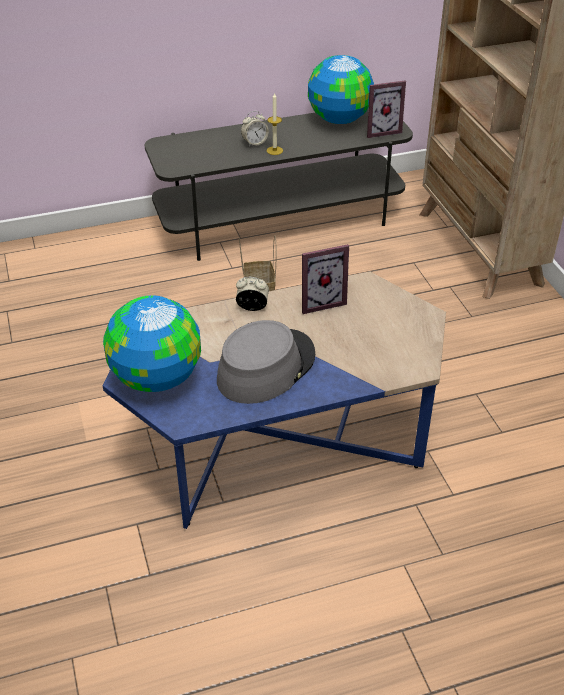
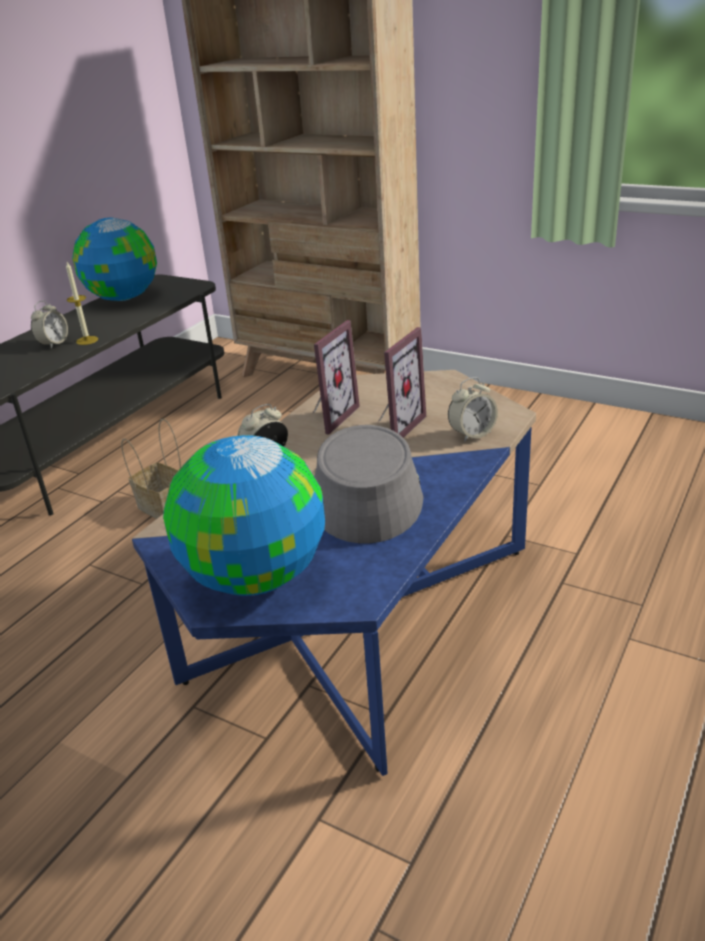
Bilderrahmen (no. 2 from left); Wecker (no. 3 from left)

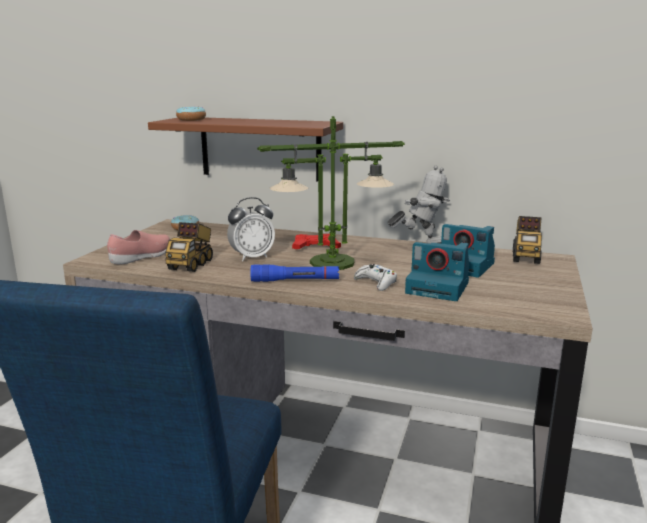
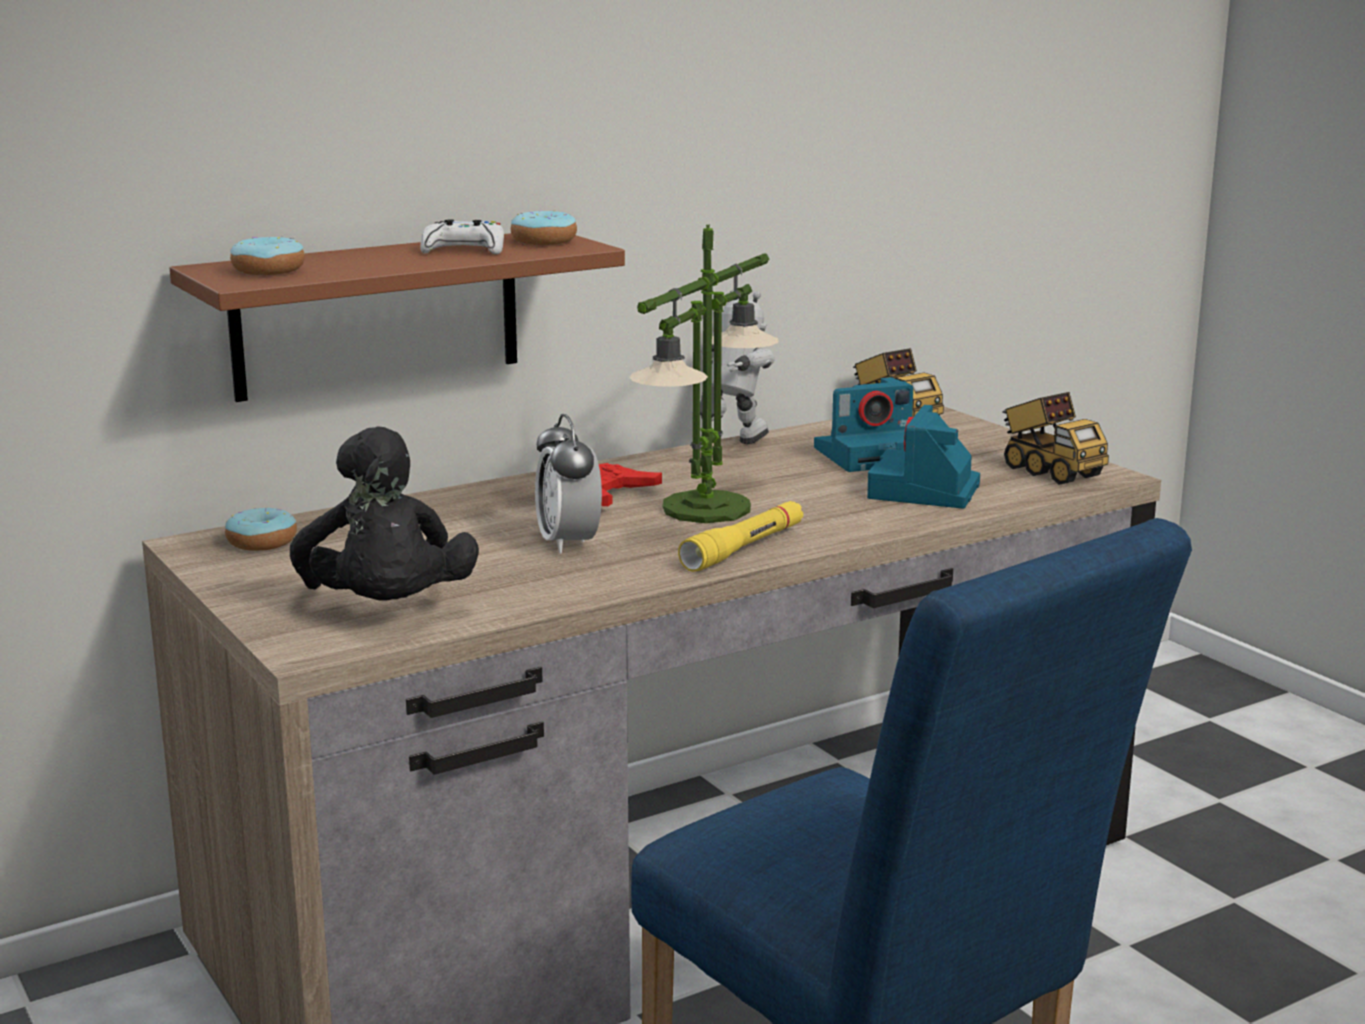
Plüschtier [schwarz]; Gamepad [weiß]; Donut (no. 3 from left); Wecker; Taschenlampe [gelb]; Kamera (no. 2 from left); Spielzeuglaster (no. 2 from left)

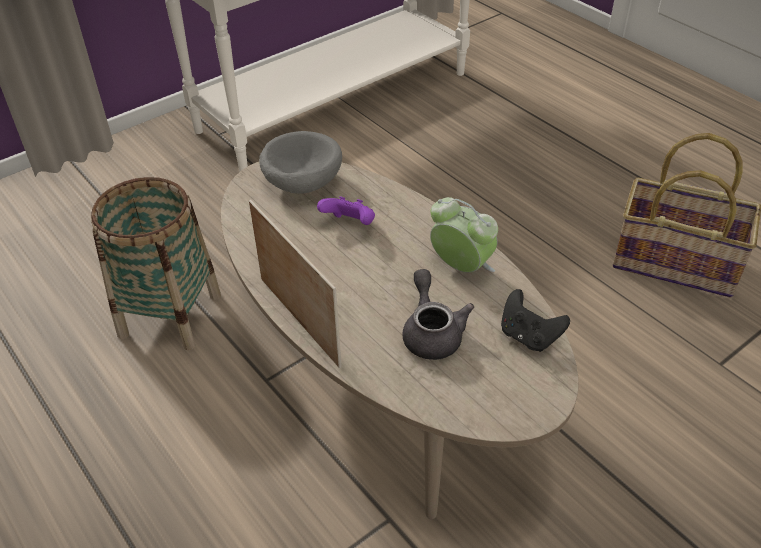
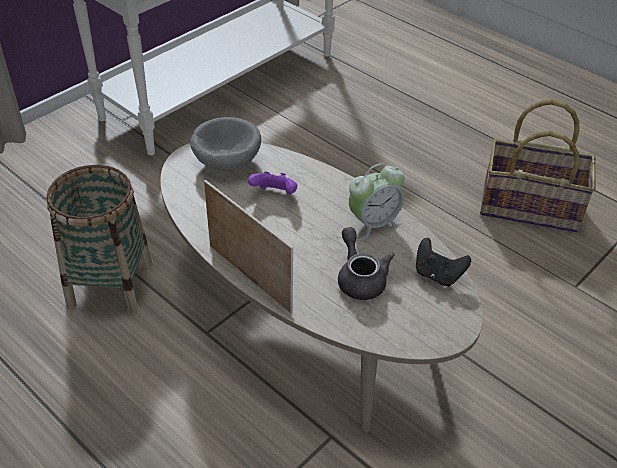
Wecker

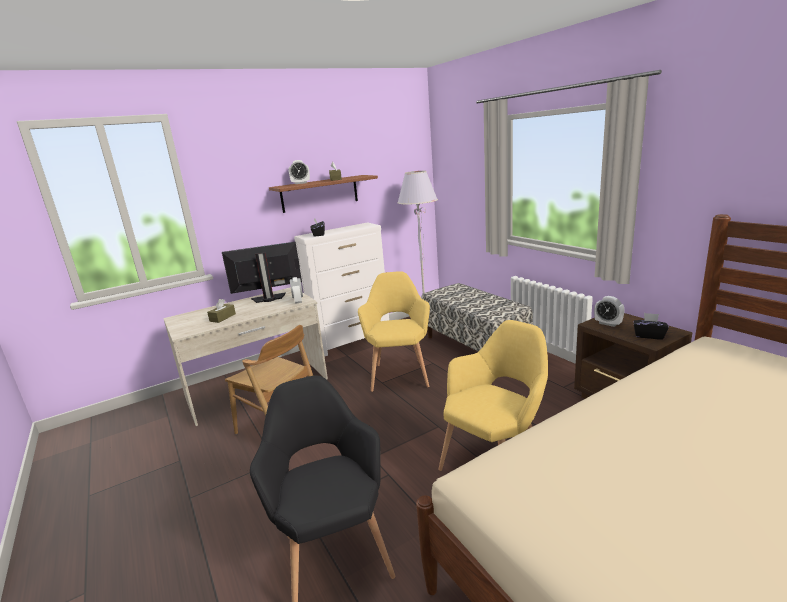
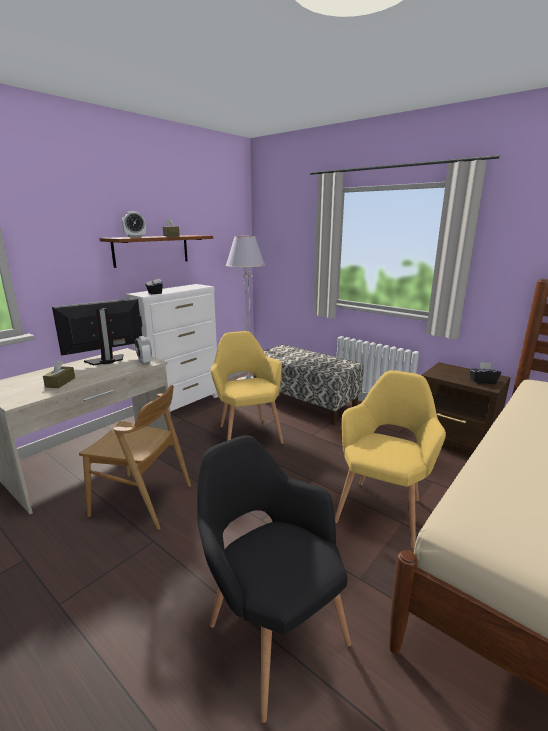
Wecker (no. 3 from left in the first image)

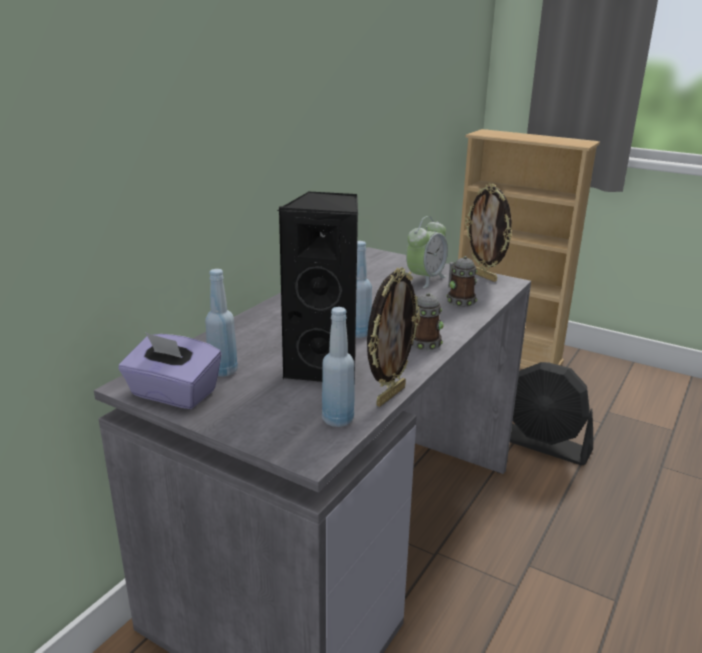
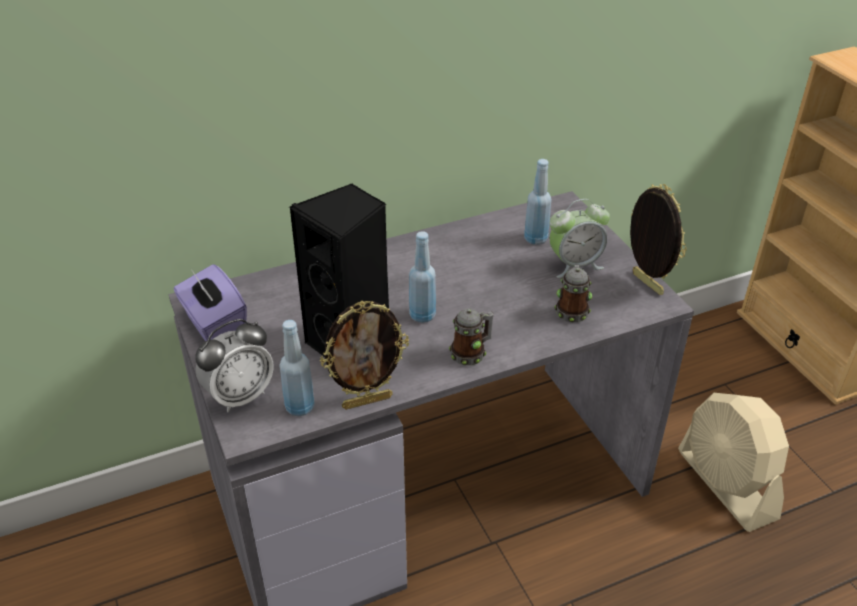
Wecker (no. 1 from left); Flasche [blau] (no. 3 from left); Bilderrahmen (no. 2 from left); Ventilator [beige]

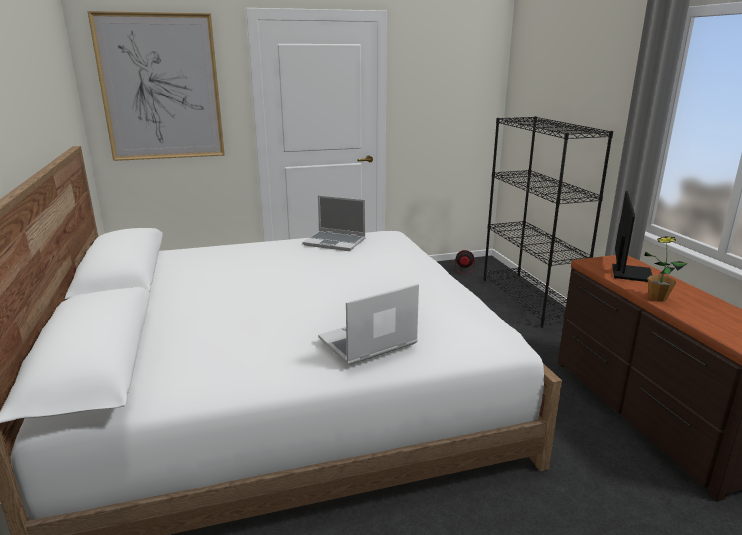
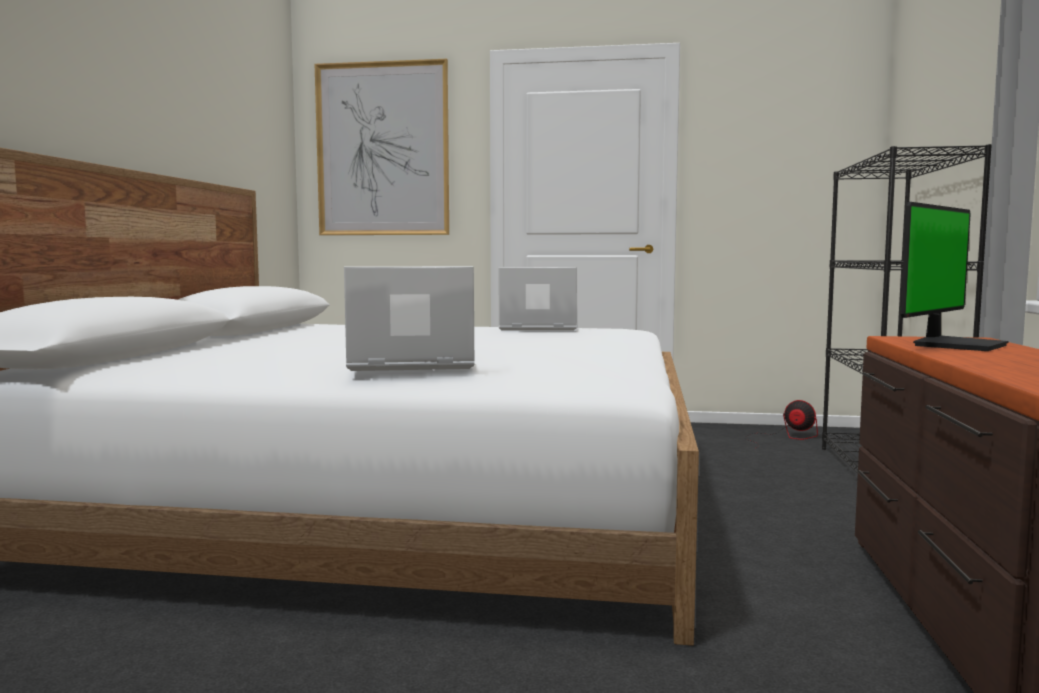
Laptop (no. 2 from left); Topfpflanze

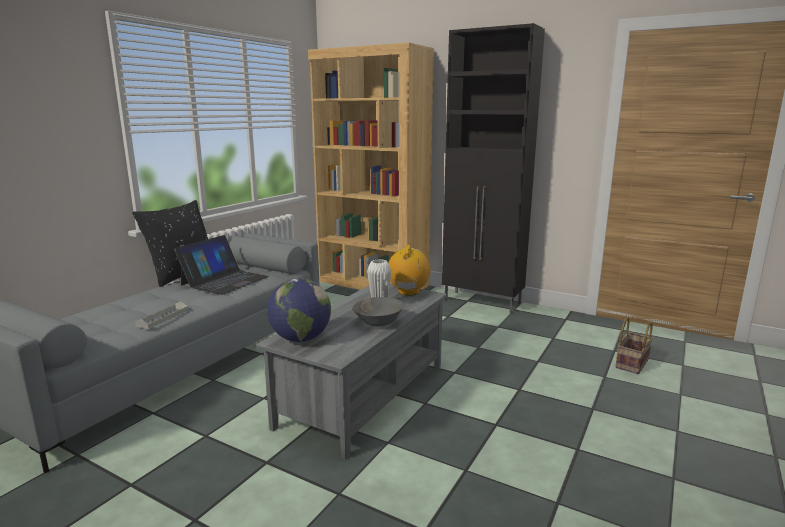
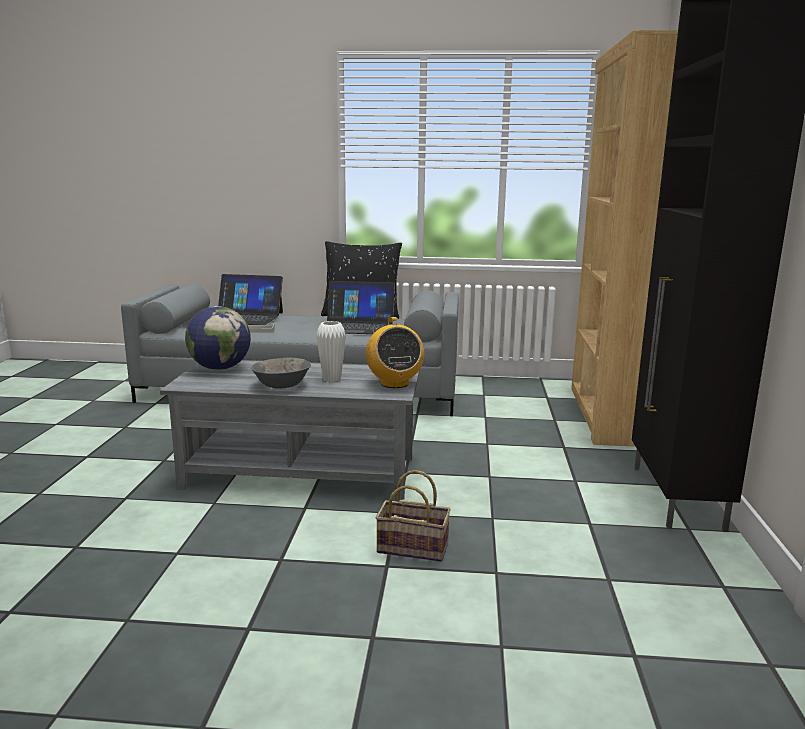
Laptop (no. 1 from left); Radio; Korb

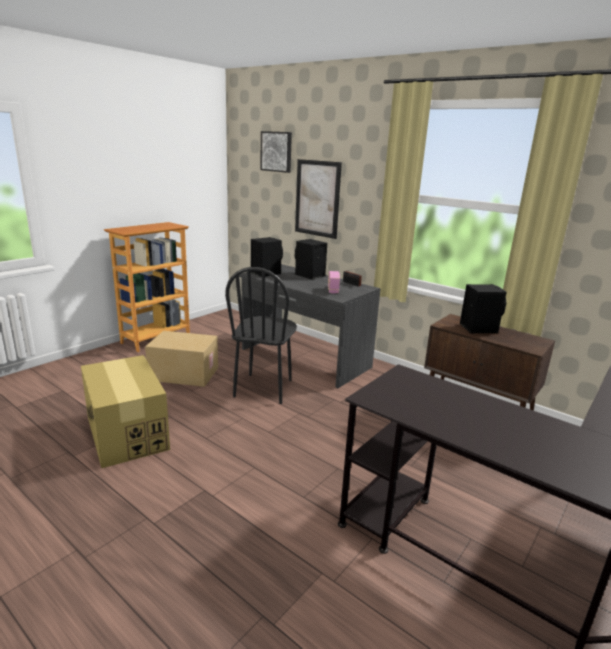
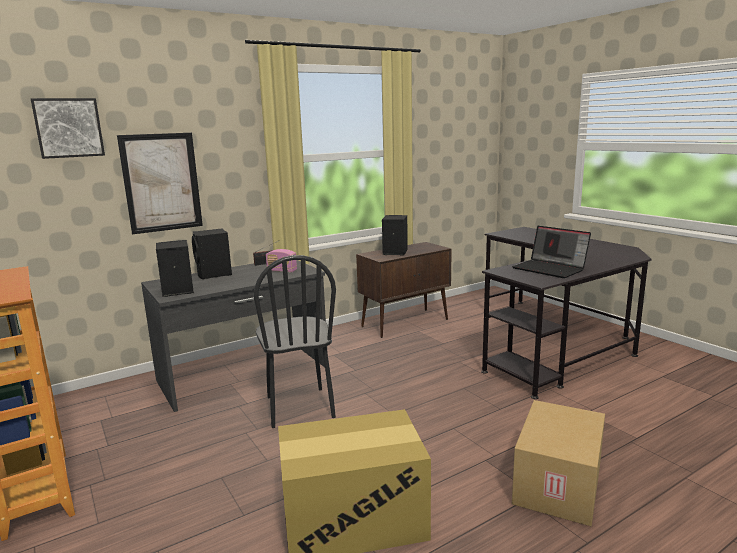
Stuhl [schwarz]; Laptop; Karton (no. 2 from left)

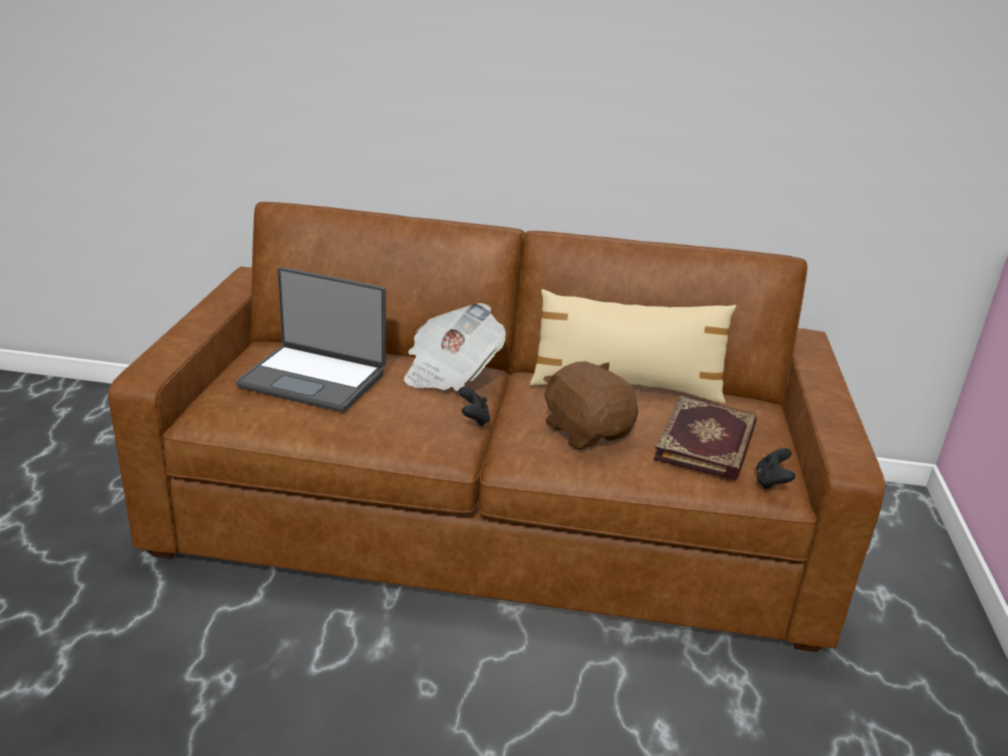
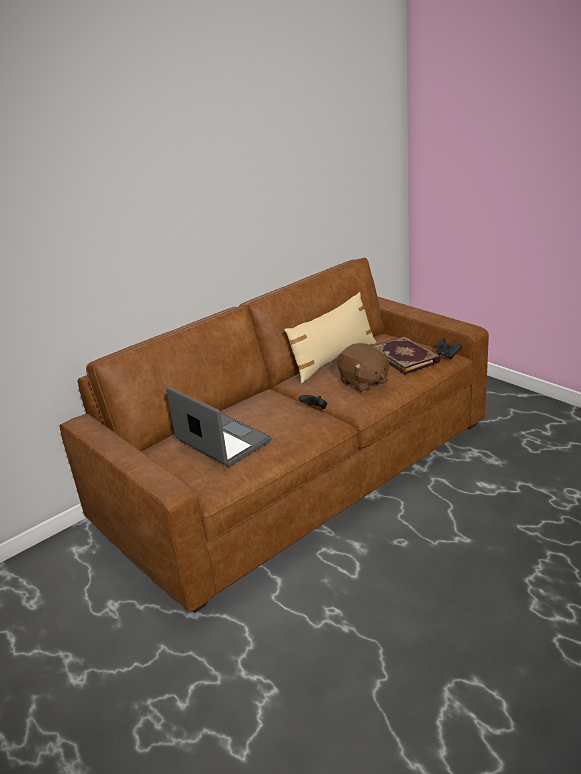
Laptop; Plüschtier [braun]; Zeitung

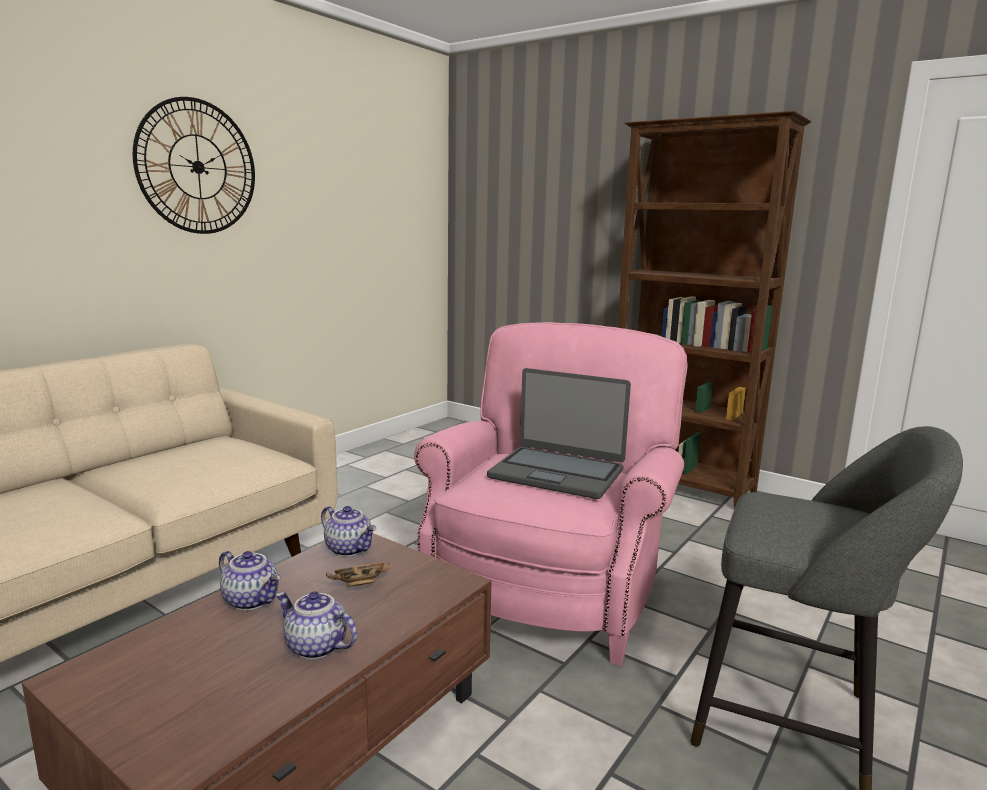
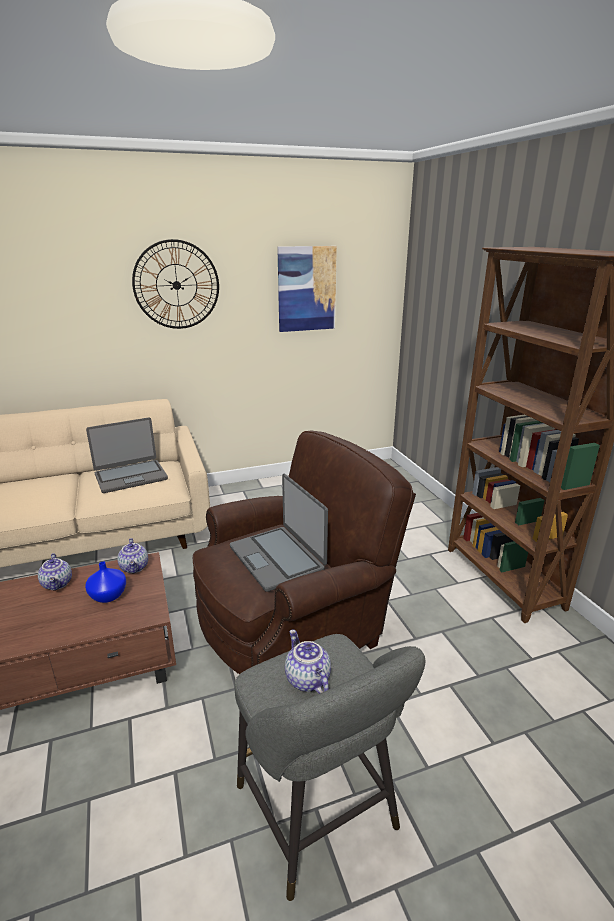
Vase [blau]; Laptop (no. 1 from left); Sessel [braun]; Bild; Teekanne (no. 3 from left)

